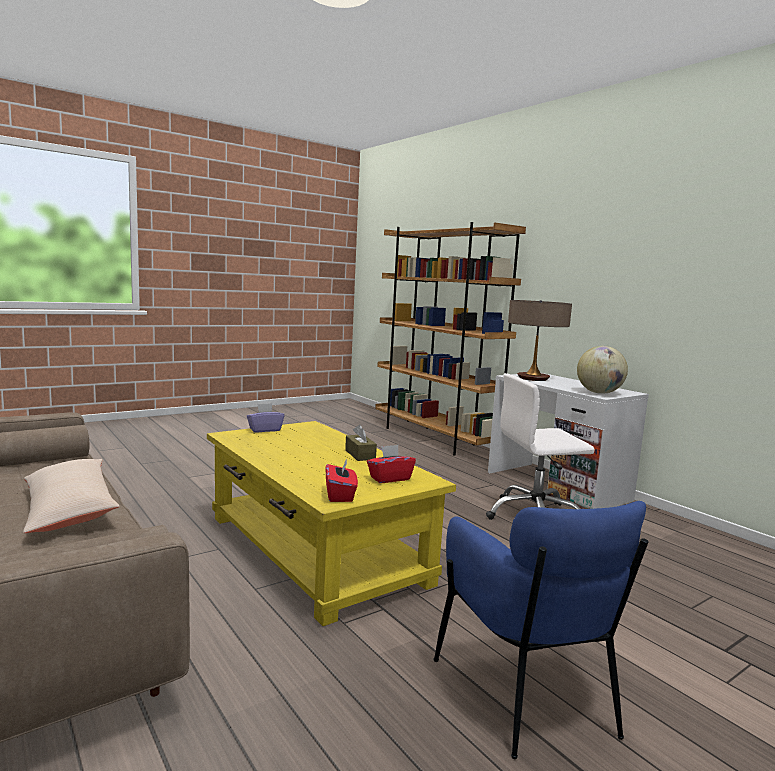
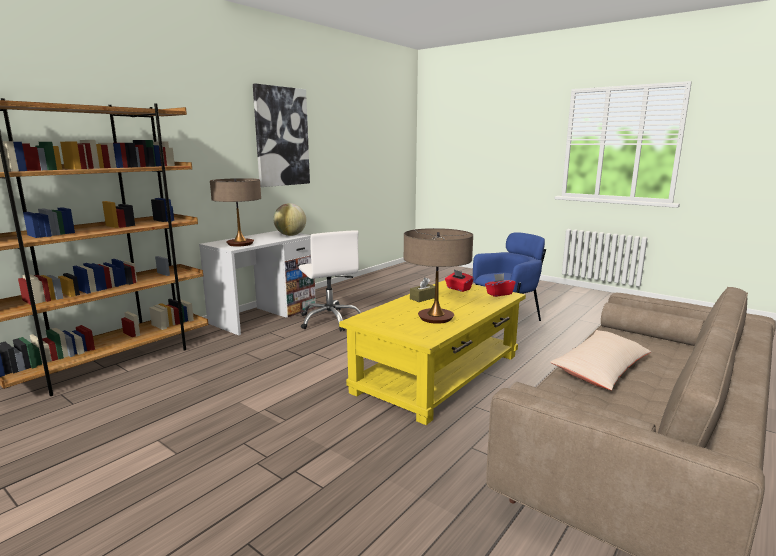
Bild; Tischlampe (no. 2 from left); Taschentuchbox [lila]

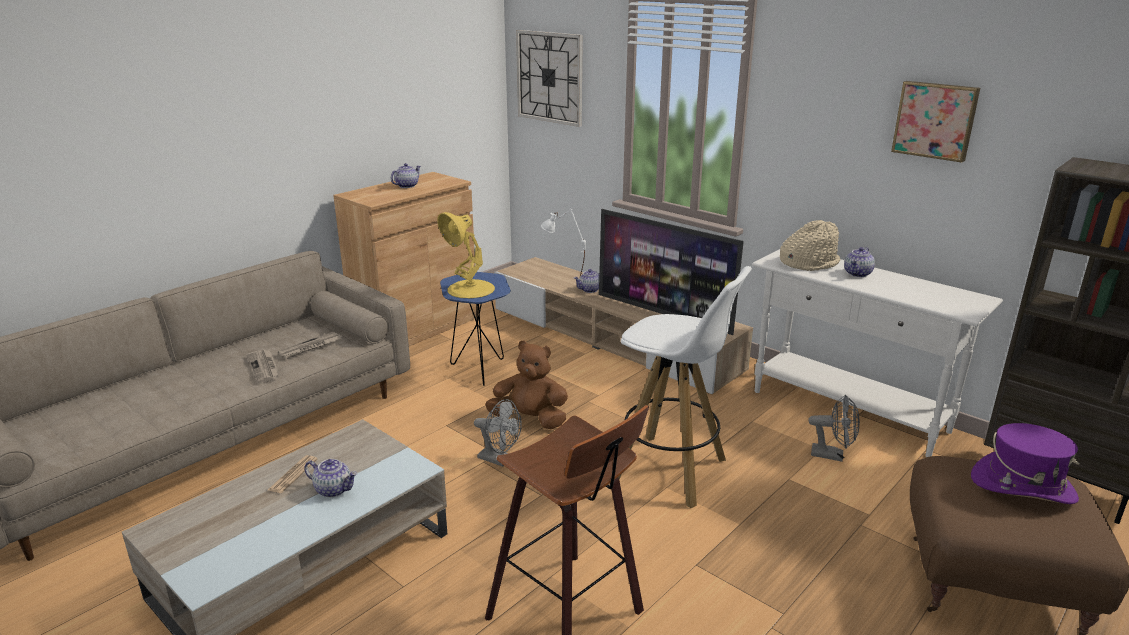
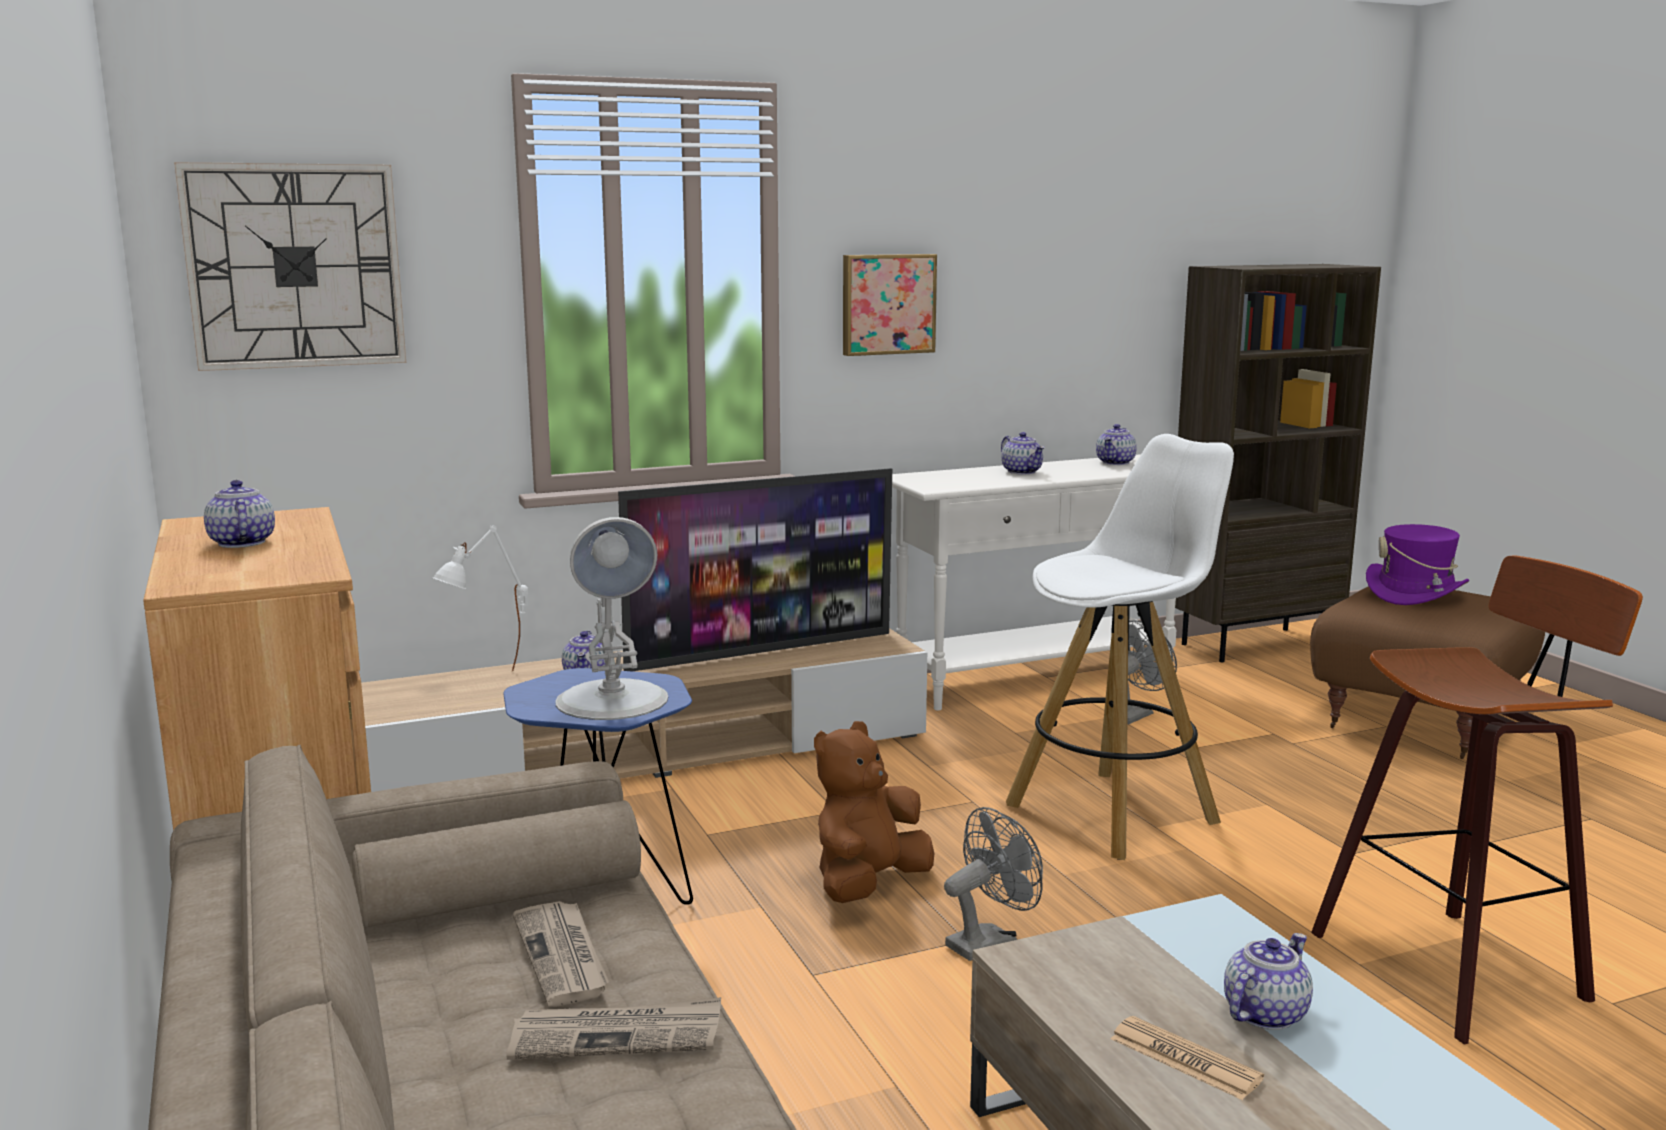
Tischlampe [weiß] (no. 2 from left); Bild; Teekanne (no. 4 from left); Hut [beige]

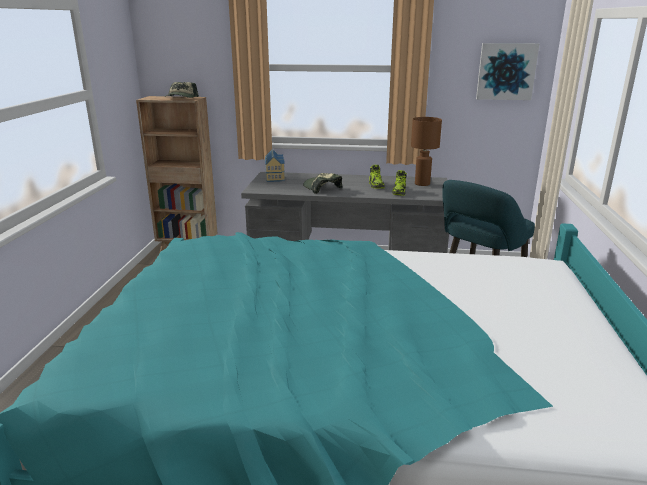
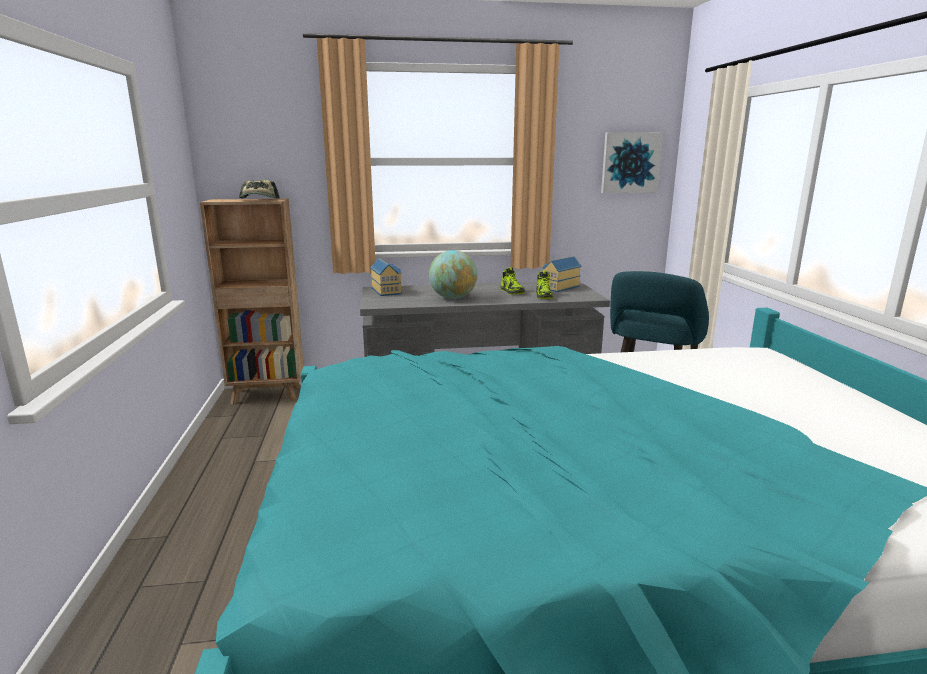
Globus; Spielzeughaus (no. 2 from left)

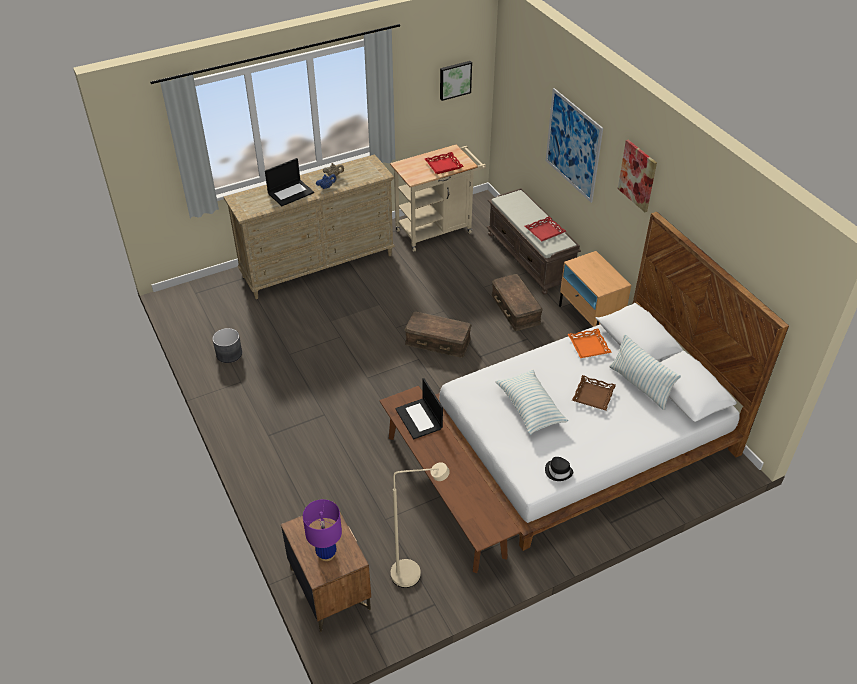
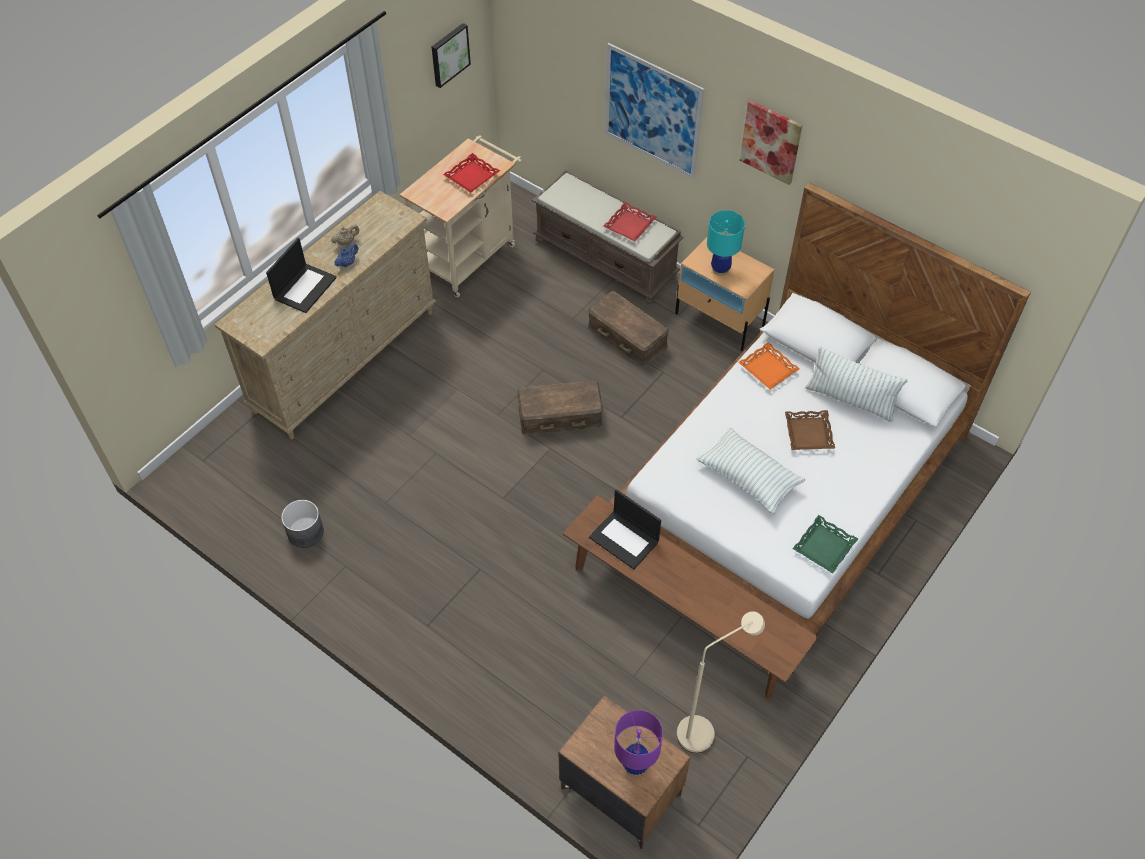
Tischlampe [türkis]; Tablett [grün]

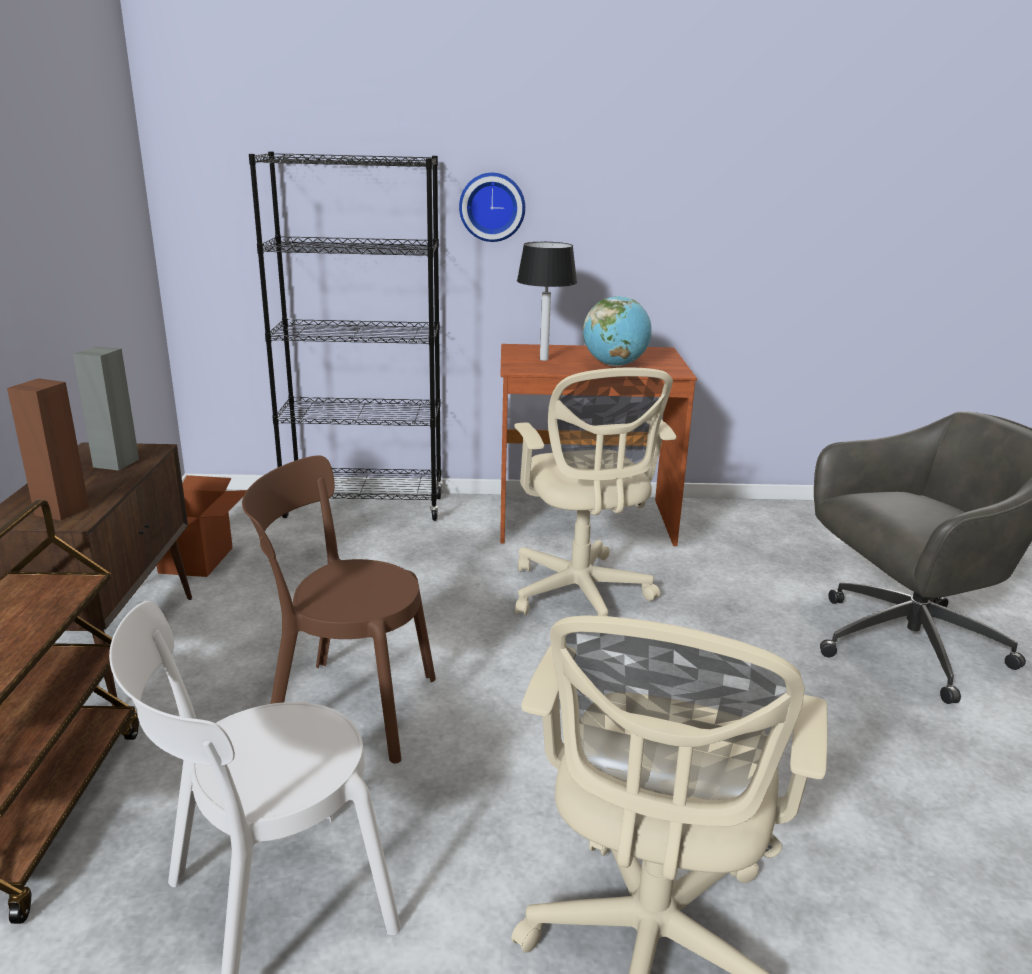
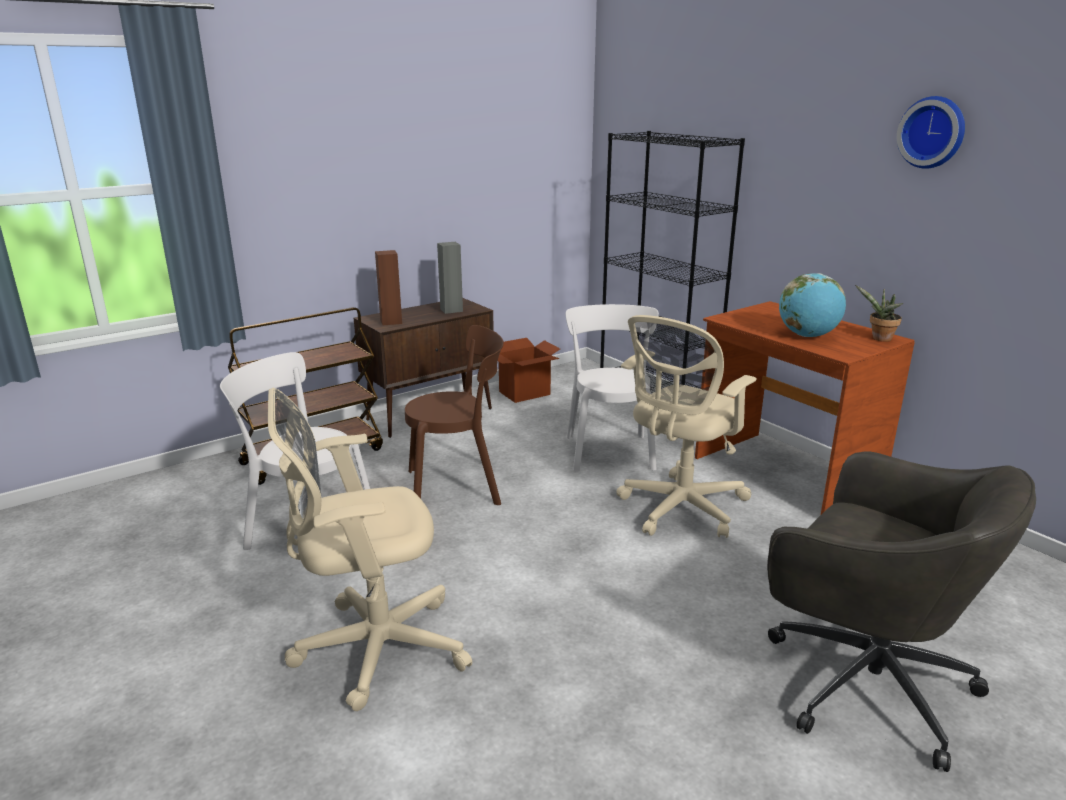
Stuhl [braun]; Stuhl [weiß] (no. 2 from left); Topfpflanze; Wanduhr; Tischlampe

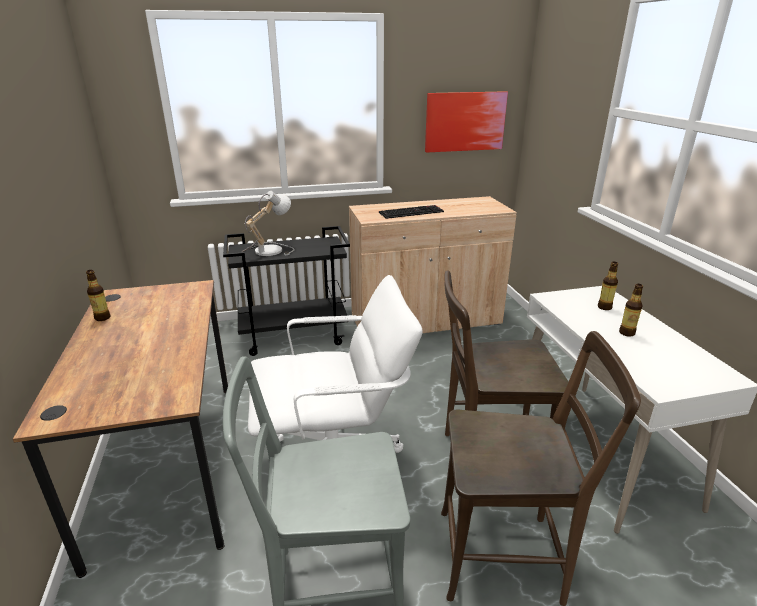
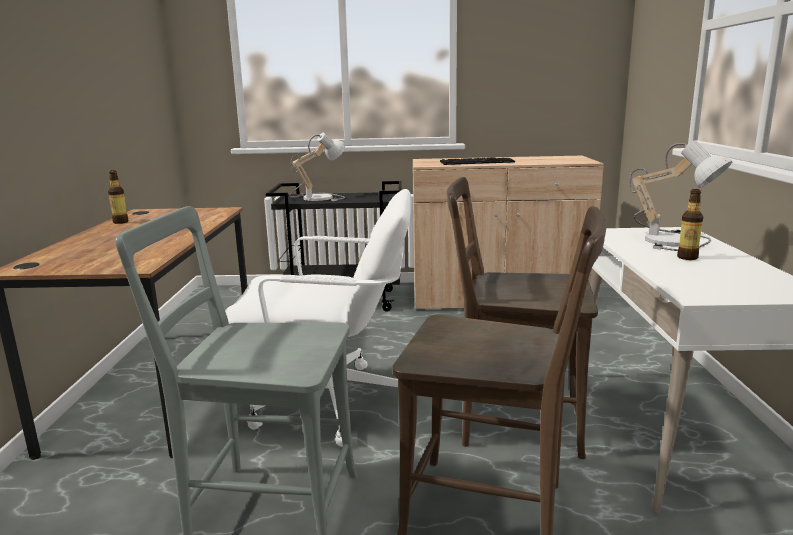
Tischlampe (no. 2 from left); Bild

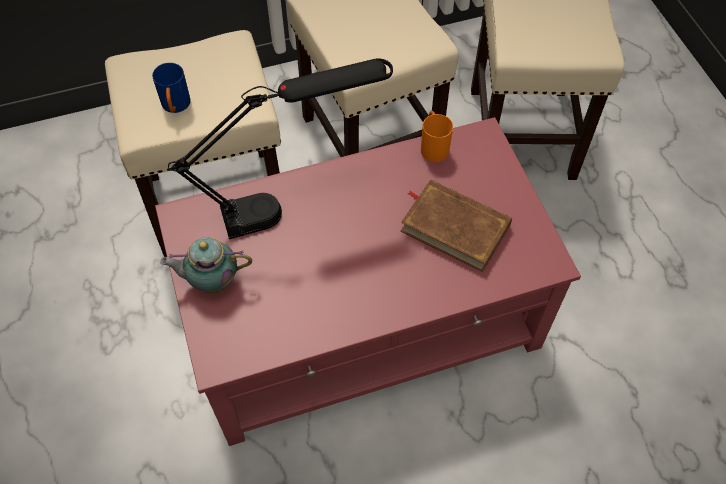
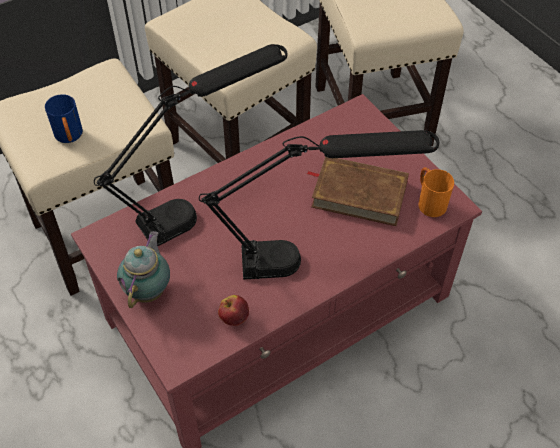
Teekanne; Tischlampe [schwarz] (no. 2 from left); Apfel; Henkelbecher [orange]

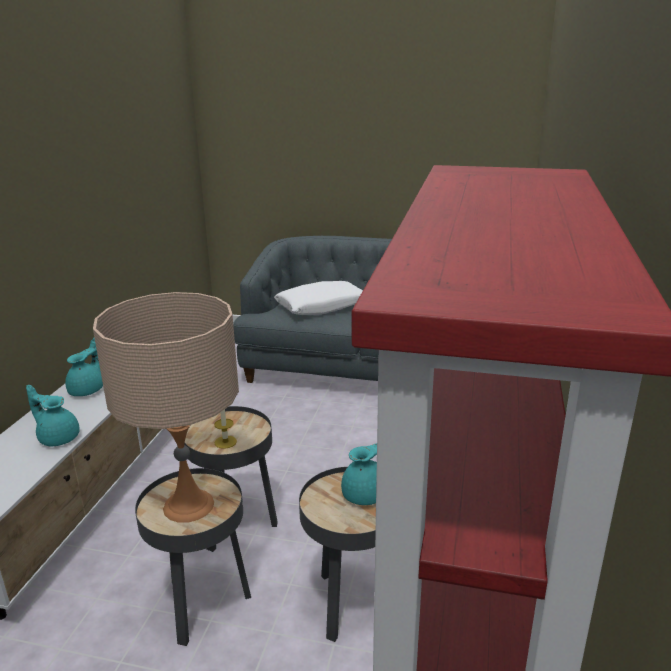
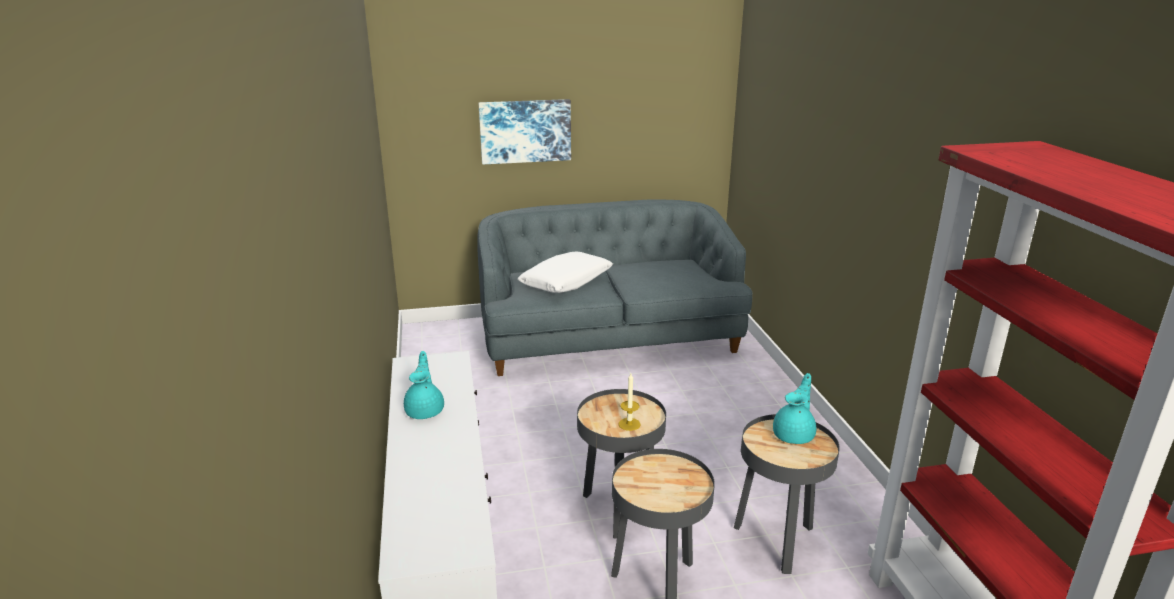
Bild; Teekanne [türkis] (no. 1 from left in the first image); Tischlampe [beige]

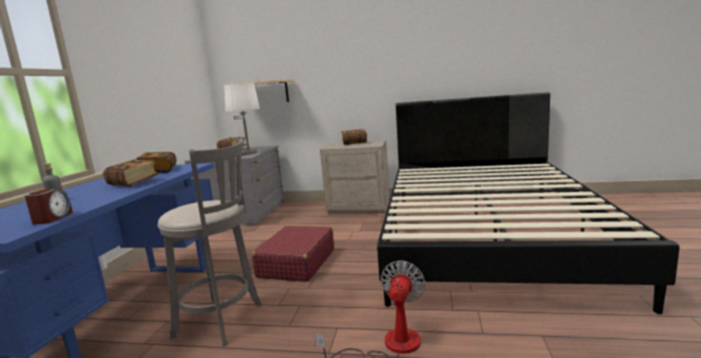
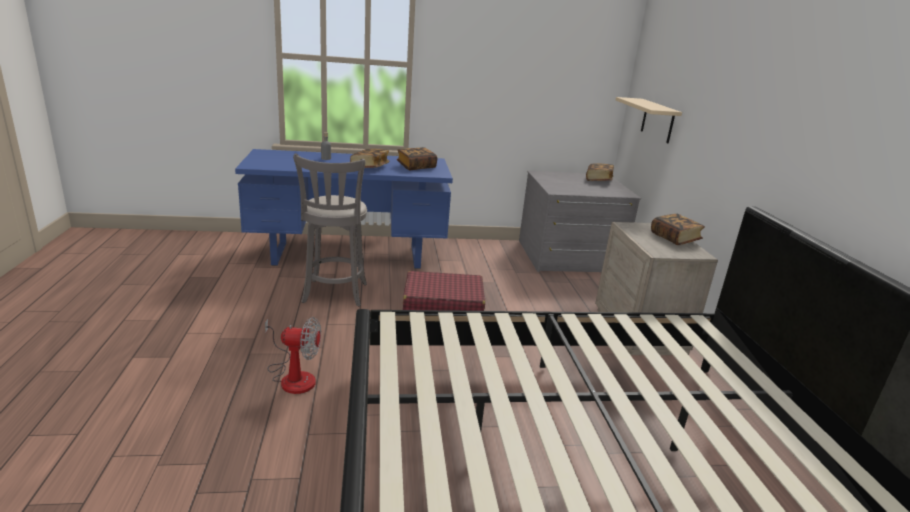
Wecker; Tischlampe [weiß]

